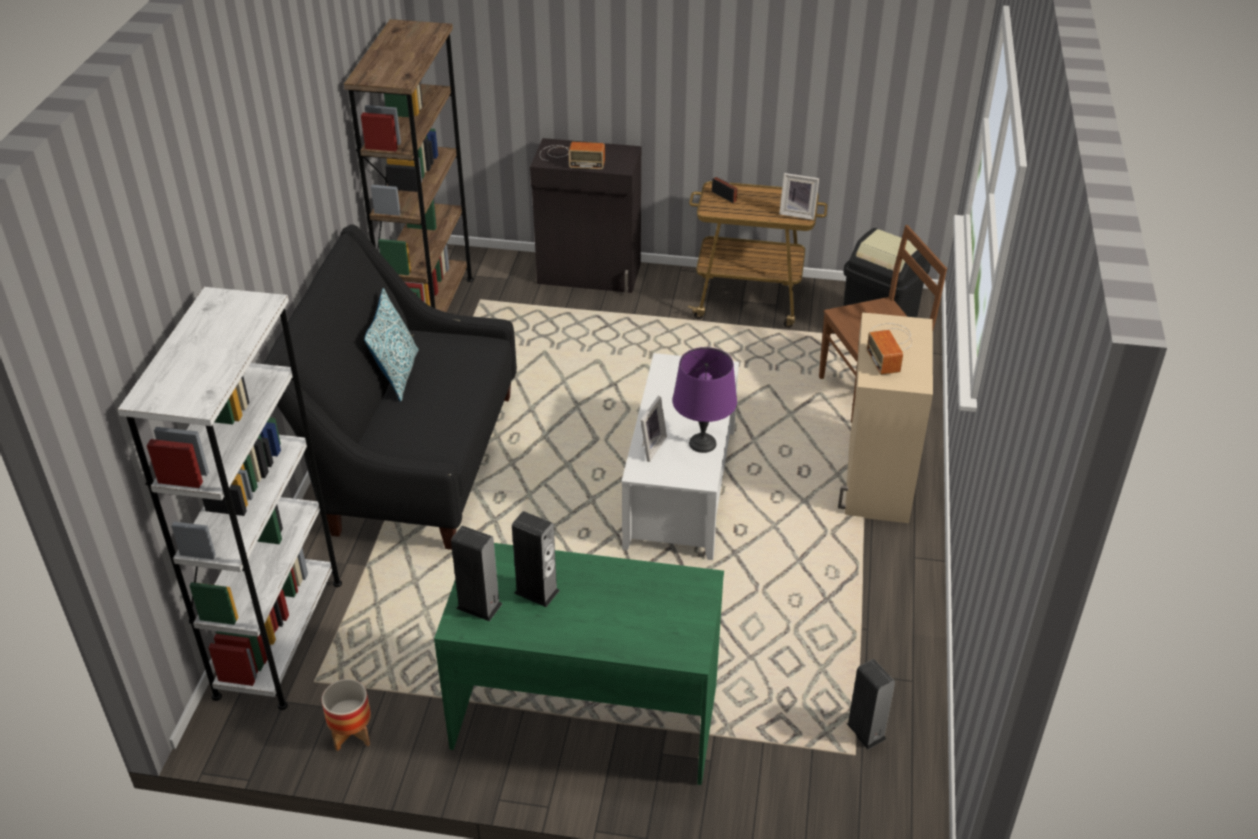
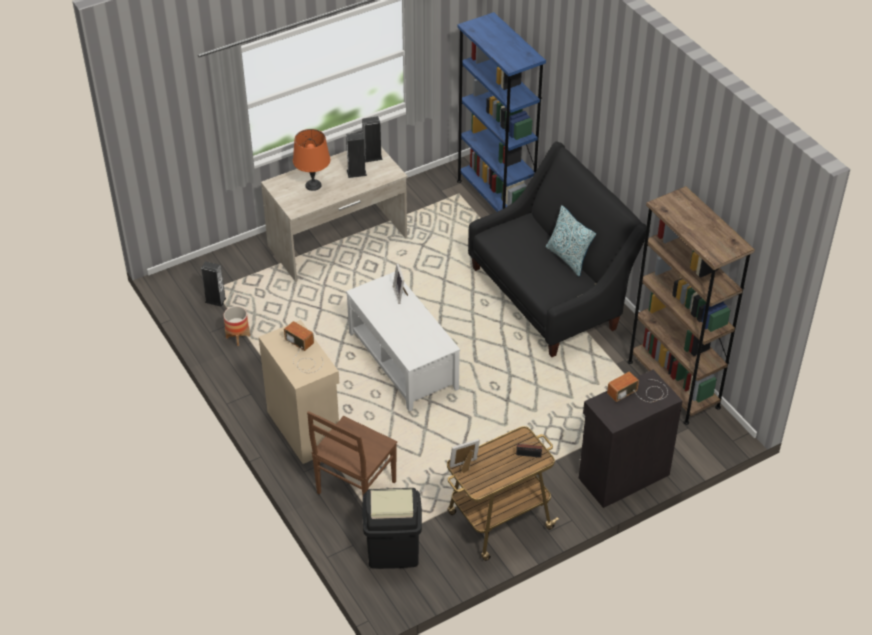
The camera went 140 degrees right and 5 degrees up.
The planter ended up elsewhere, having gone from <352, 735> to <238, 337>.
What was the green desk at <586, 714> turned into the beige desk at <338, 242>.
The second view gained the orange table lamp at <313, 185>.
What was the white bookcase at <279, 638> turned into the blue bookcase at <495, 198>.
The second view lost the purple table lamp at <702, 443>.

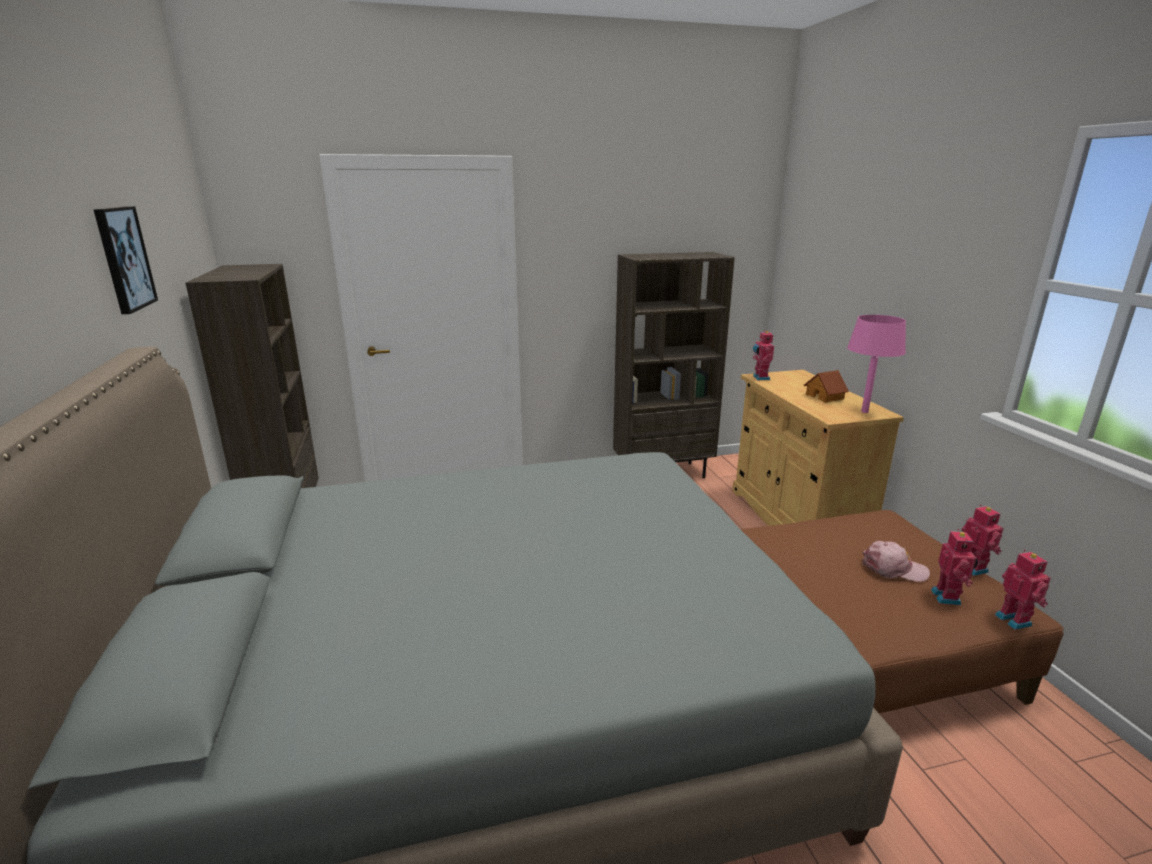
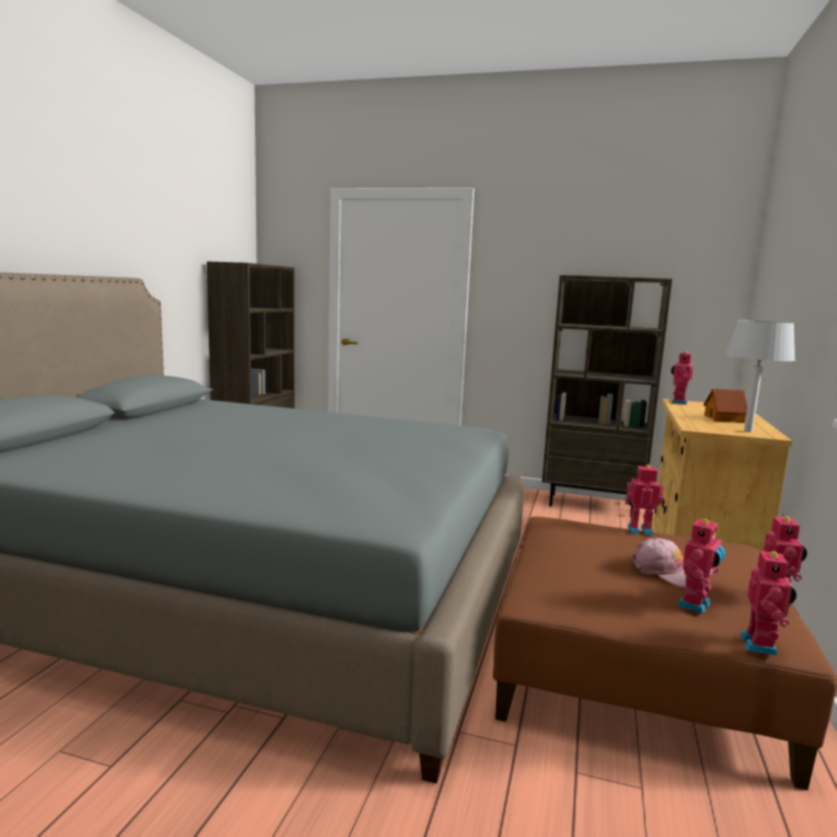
The camera went 30 degrees right and 10 degrees down.
The second view gained the toy robot at <639, 530>.
What was the pink table lamp at <864, 412> turned into the grey table lamp at <748, 431>.
The second view lost the picture at <124, 259>.

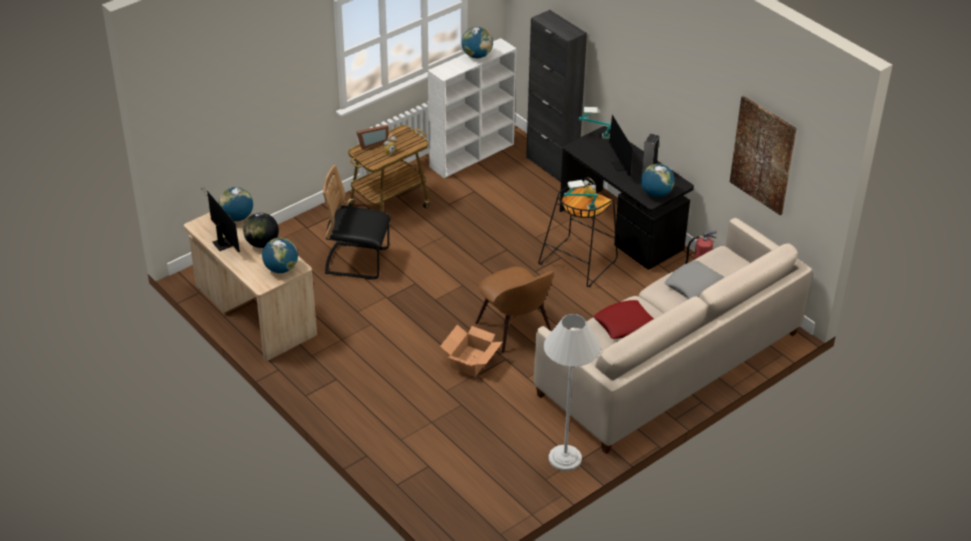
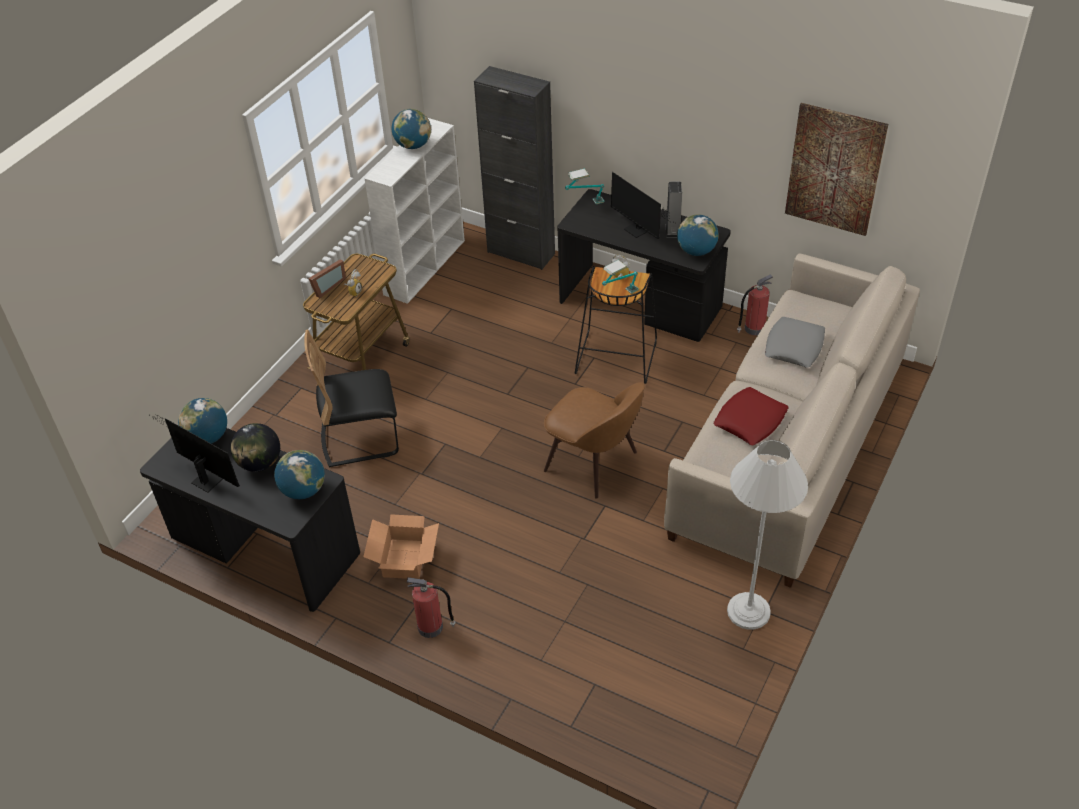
The camera went 20 degrees left and 5 degrees up.
What was the beige desk at <253, 312> turned into the black desk at <264, 549>.
The cardboard box ended up elsewhere, having gone from <470, 361> to <404, 559>.
The second view gained the fire extinguisher at <432, 627>.

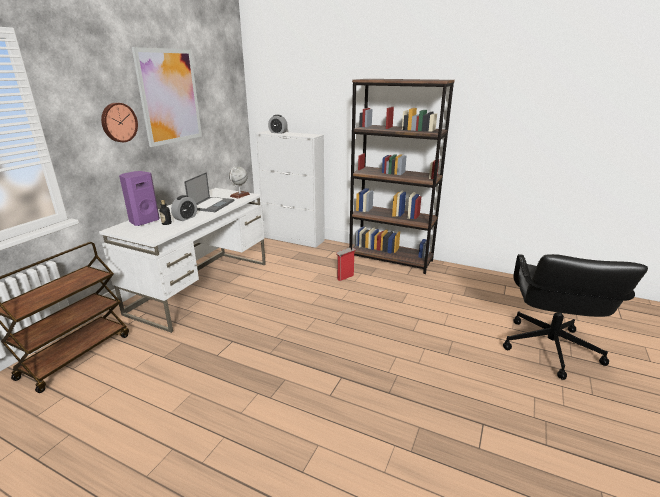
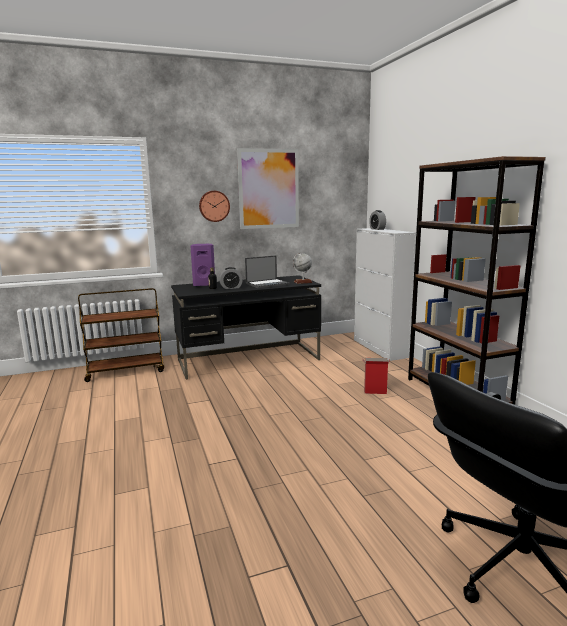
The camera went 45 degrees right and 10 degrees down.
What was the white desk at <202, 287> turned into the black desk at <249, 359>.

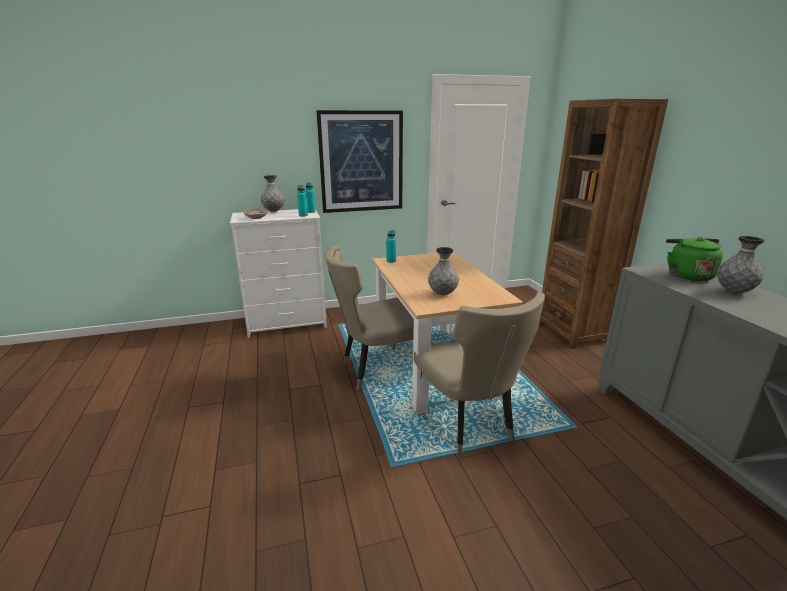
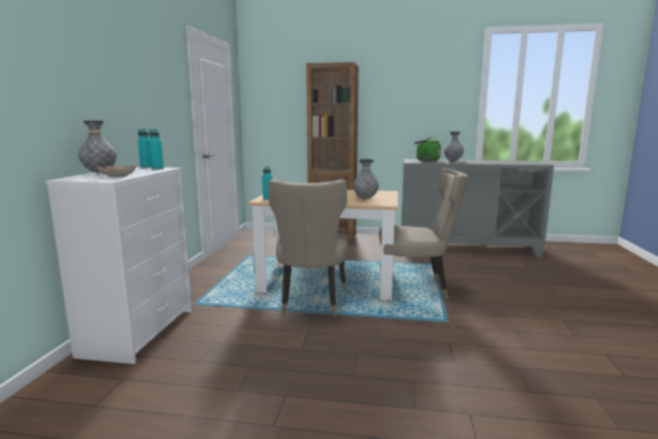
The camera went 65 degrees left and 10 degrees down.
The second view lost the picture at <361, 162>.

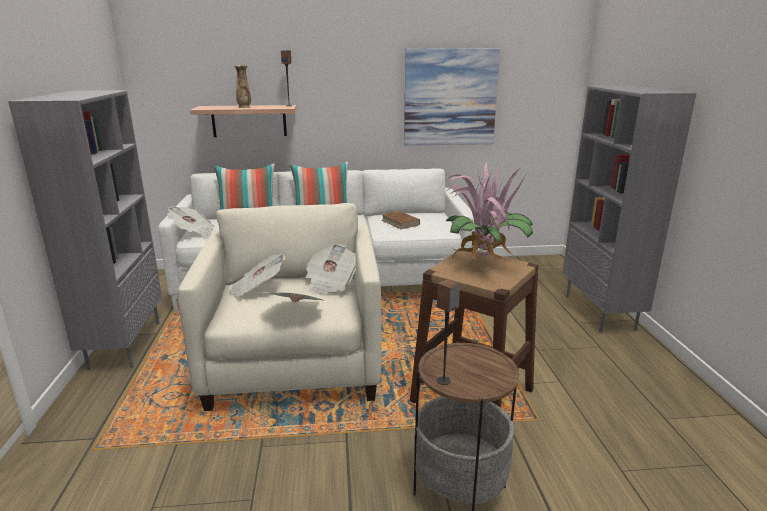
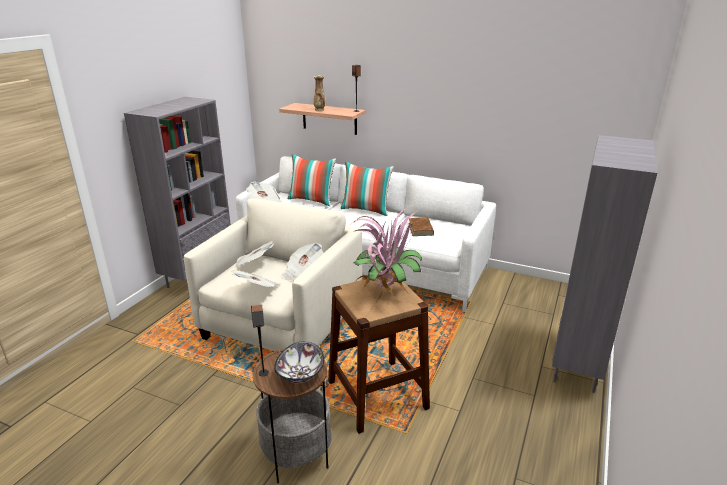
The camera went 30 degrees right and 5 degrees up.
The second view gained the bowl at <301, 374>.
The second view lost the picture at <450, 97>.

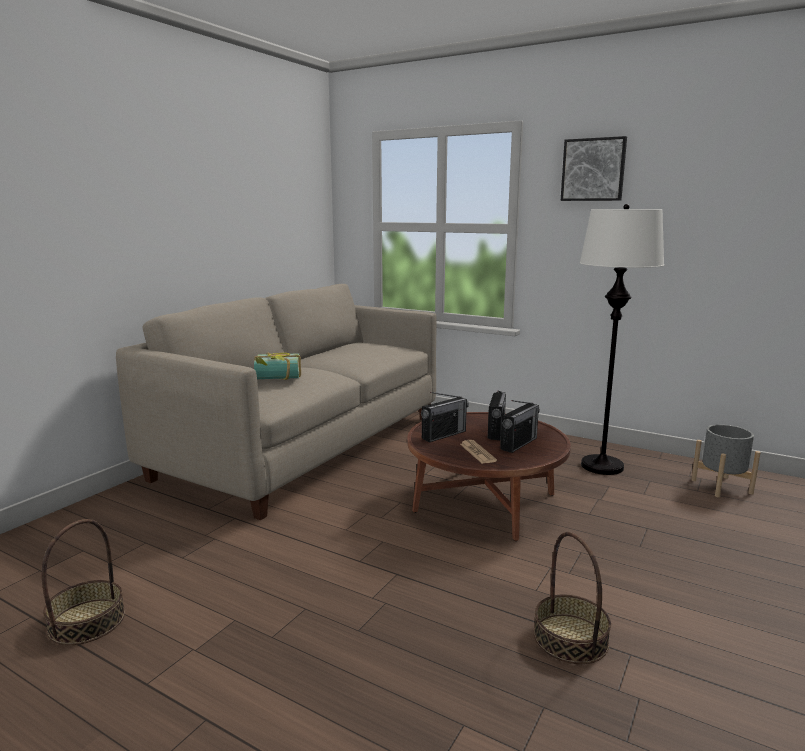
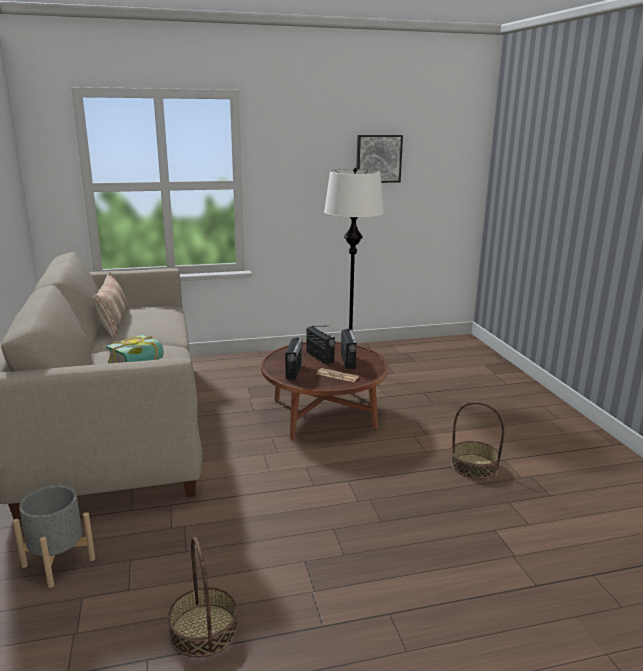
The camera went 45 degrees left and 5 degrees up.
The grey planter ended up elsewhere, having gone from <721, 486> to <58, 562>.
The second view gained the pillow at <113, 321>.
The picture ended up elsewhere, having gone from <593, 170> to <378, 158>.

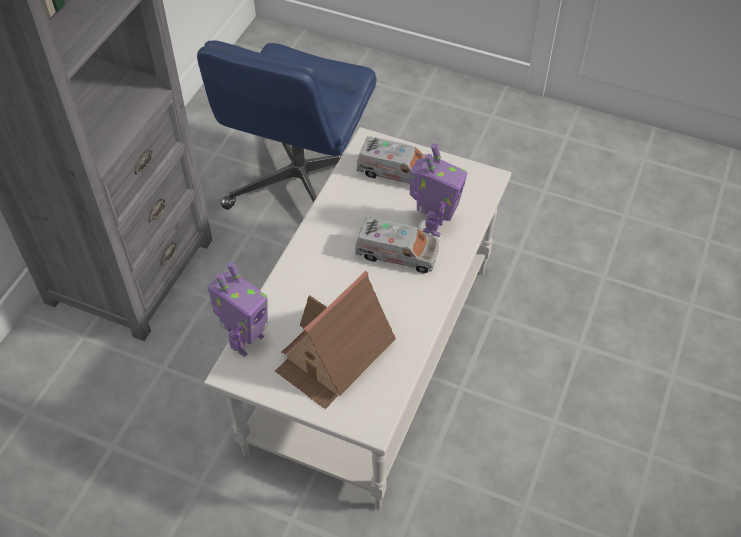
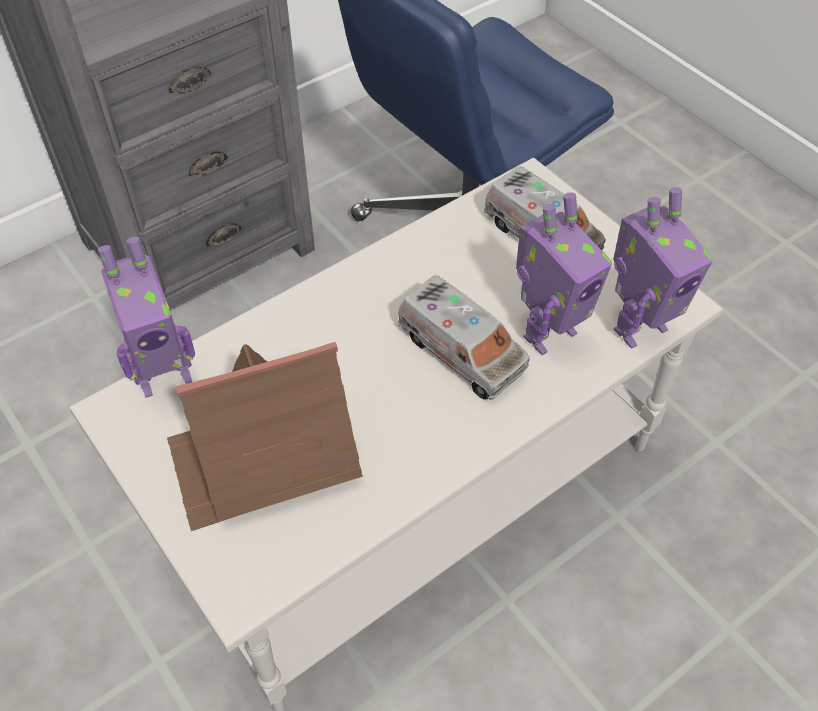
The camera went 30 degrees right and 0 degrees up.
The second view gained the toy robot at <638, 327>.

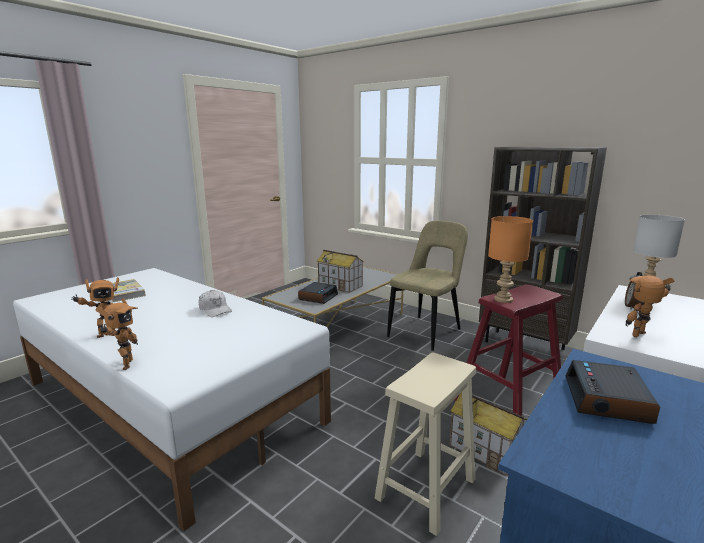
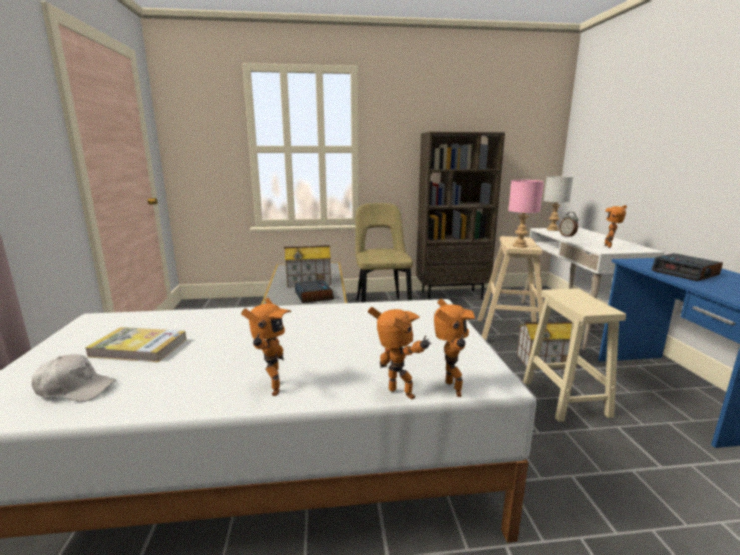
The camera went 45 degrees left and 0 degrees up.
The white cap ended up elsewhere, having gone from <215, 309> to <75, 388>.
The second view gained the toy robot at <449, 390>.
What was the red stool at <508, 406> turned into the beige stool at <509, 332>.
What was the orange table lamp at <503, 300> turned into the pink table lamp at <520, 246>.

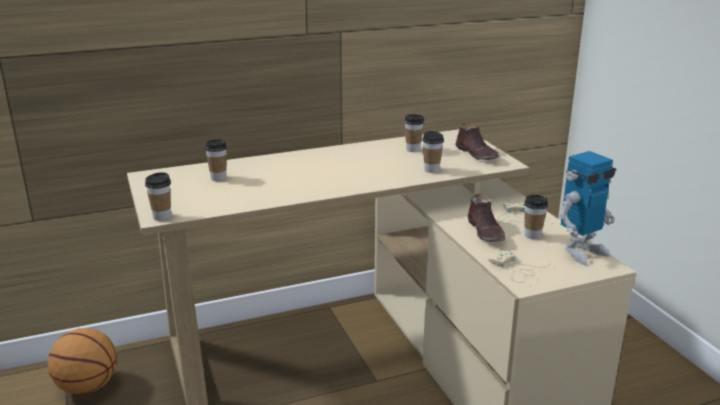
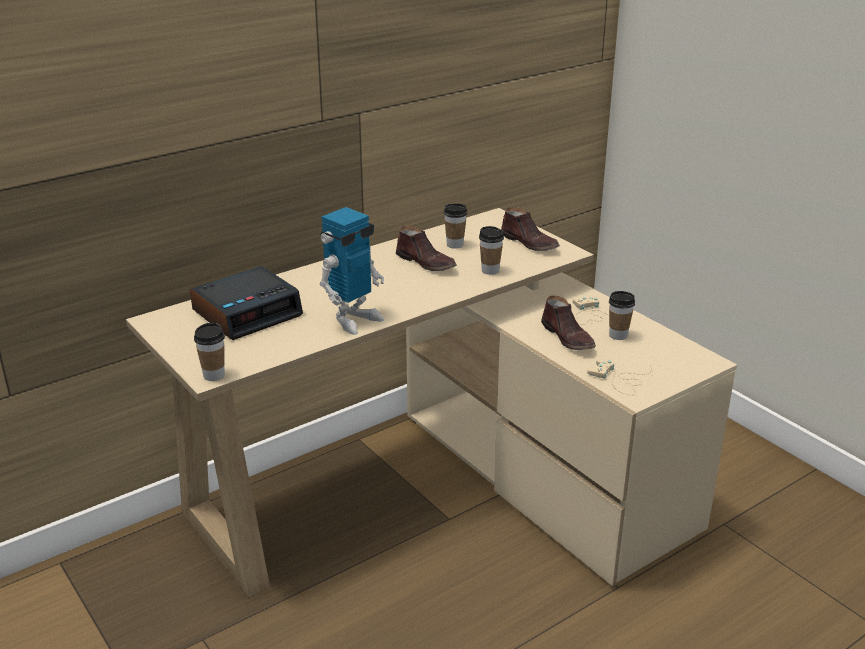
The camera went 15 degrees left and 5 degrees up.
Where the cup stood at <218, 178>, the alarm clock came to stand at <247, 312>.
The toy robot ended up elsewhere, having gone from <581, 252> to <353, 319>.
The second view gained the brown shoe at <426, 263>.
The second view lost the basketball at <88, 386>.

